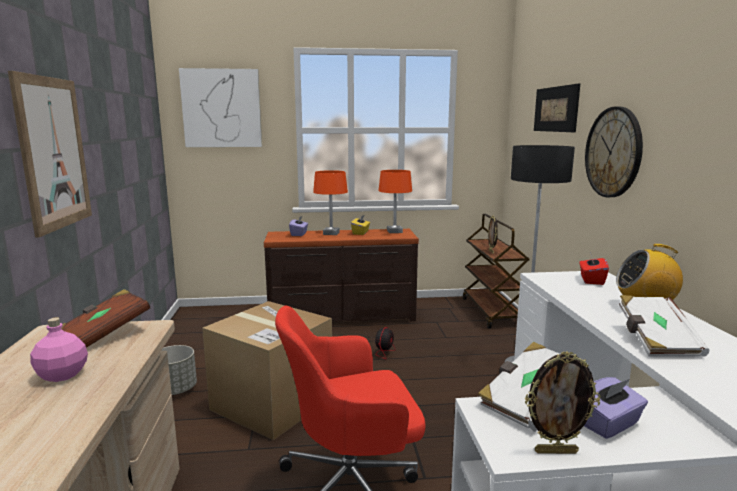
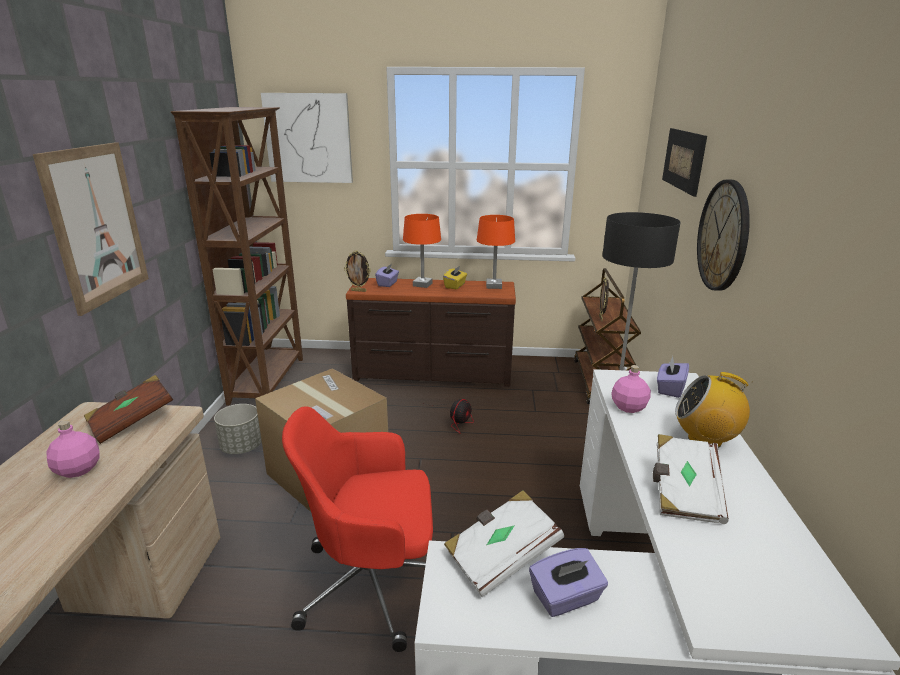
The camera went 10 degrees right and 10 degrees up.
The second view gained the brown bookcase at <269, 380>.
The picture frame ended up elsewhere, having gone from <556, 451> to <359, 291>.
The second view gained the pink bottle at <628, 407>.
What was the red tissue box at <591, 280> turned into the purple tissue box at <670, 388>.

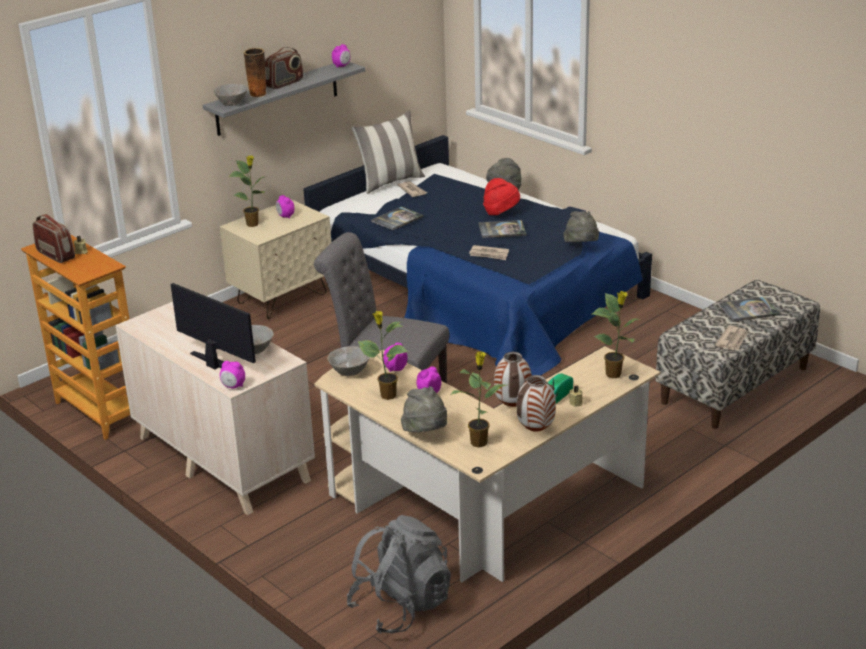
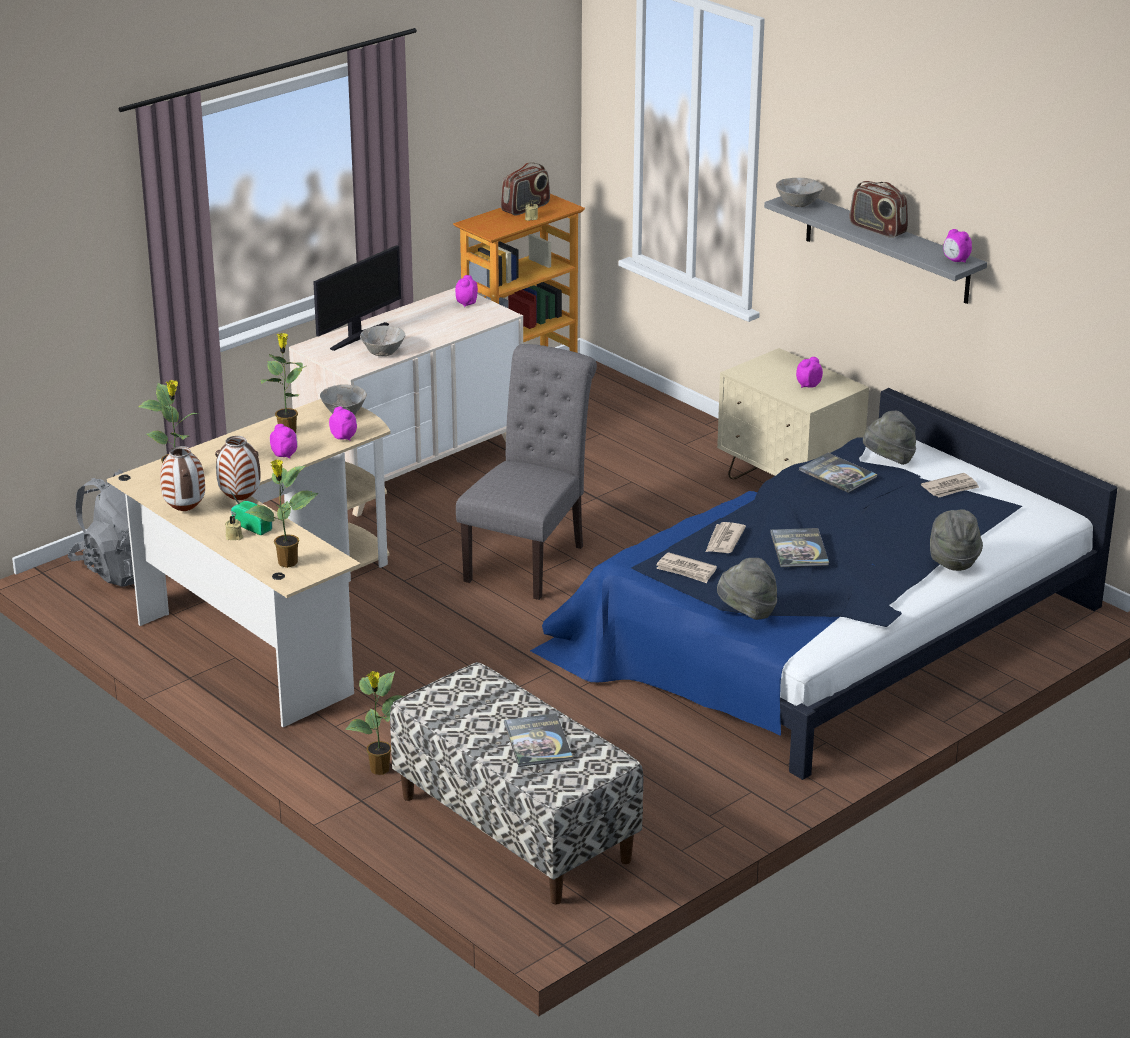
The camera went 90 degrees right and 0 degrees up.
The potted plant ended up elsewhere, having gone from <253, 224> to <379, 770>.
The alarm clock ended up elsewhere, having gone from <233, 386> to <466, 304>.
The newspaper ended up elsewhere, having gone from <732, 340> to <686, 570>.
The grey hat ended up elsewhere, having gone from <426, 433> to <888, 461>.
The second view lost the vase at <258, 94>.
The second view lost the pillow at <390, 182>.
The second view lost the red hat at <501, 212>.

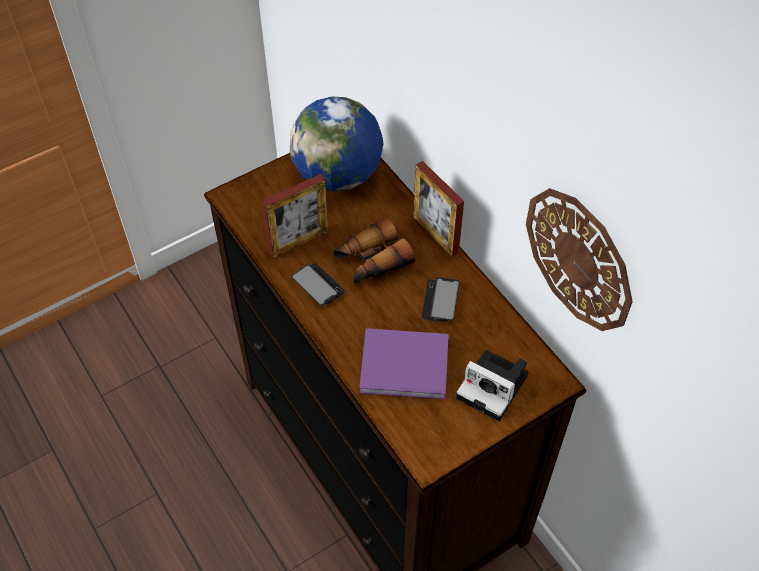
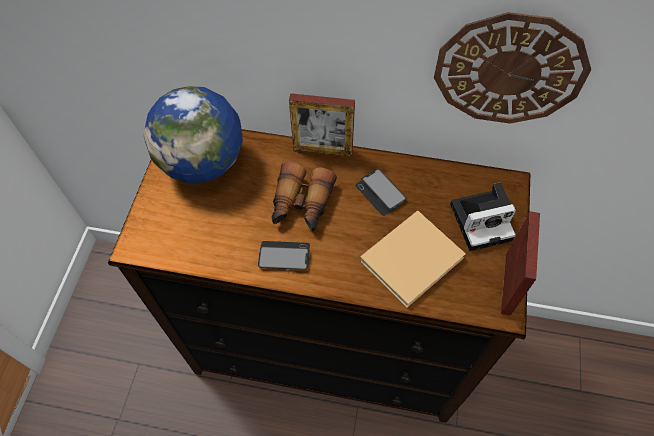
The camera went 45 degrees left and 5 degrees up.
What was the purple book at <407, 366> turned into the beige book at <413, 257>.
The picture frame ended up elsewhere, having gone from <299, 242> to <508, 283>.

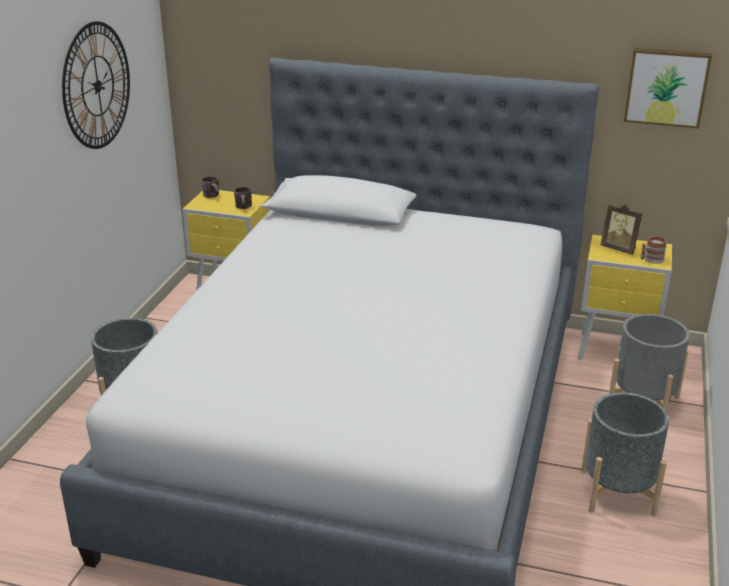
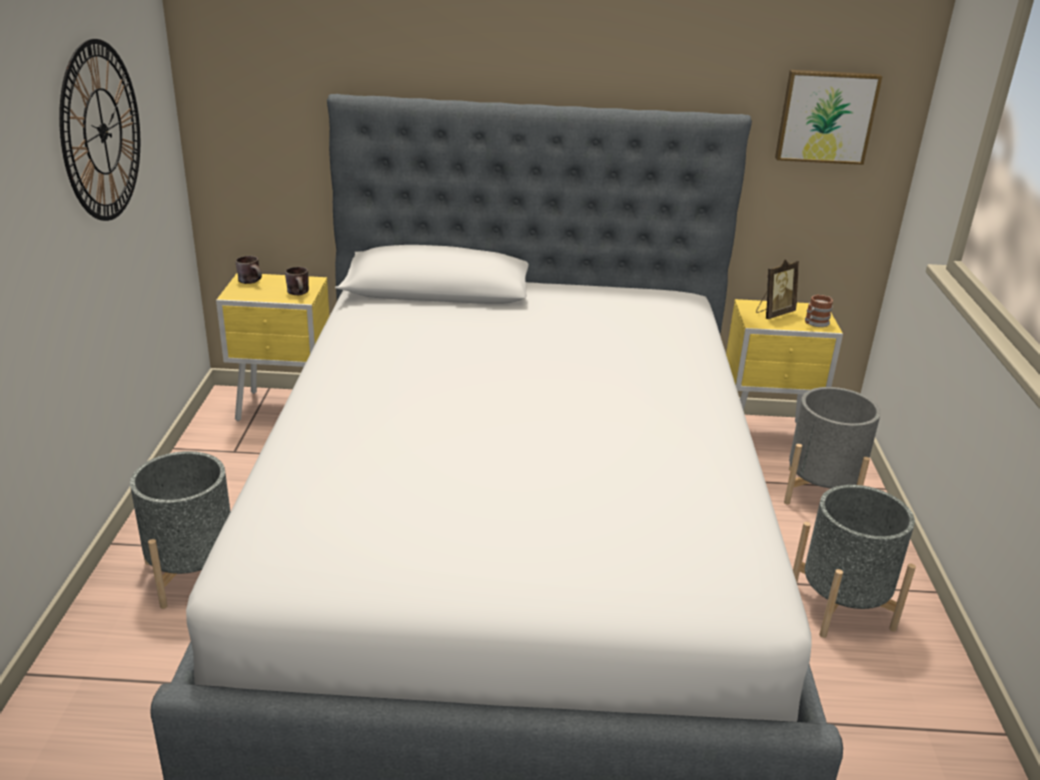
The camera went 15 degrees left and 0 degrees up.
The picture frame at <619, 249> ended up facing another way, 60 degrees counterclockwise from before.

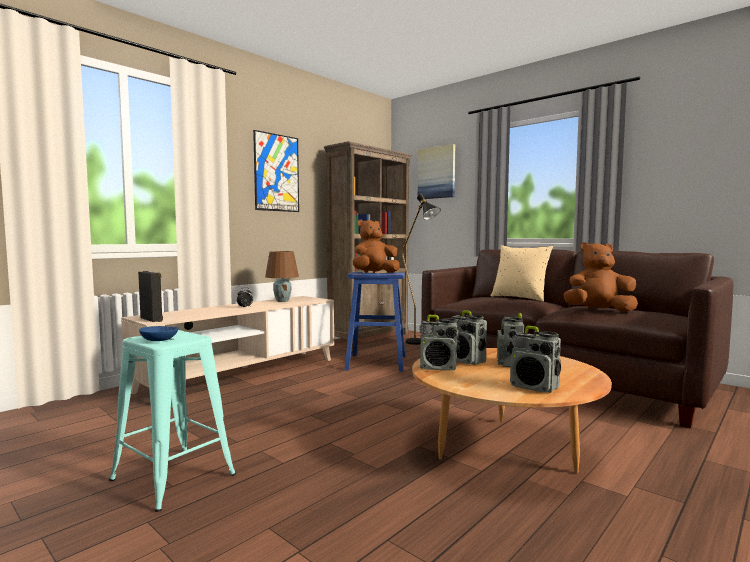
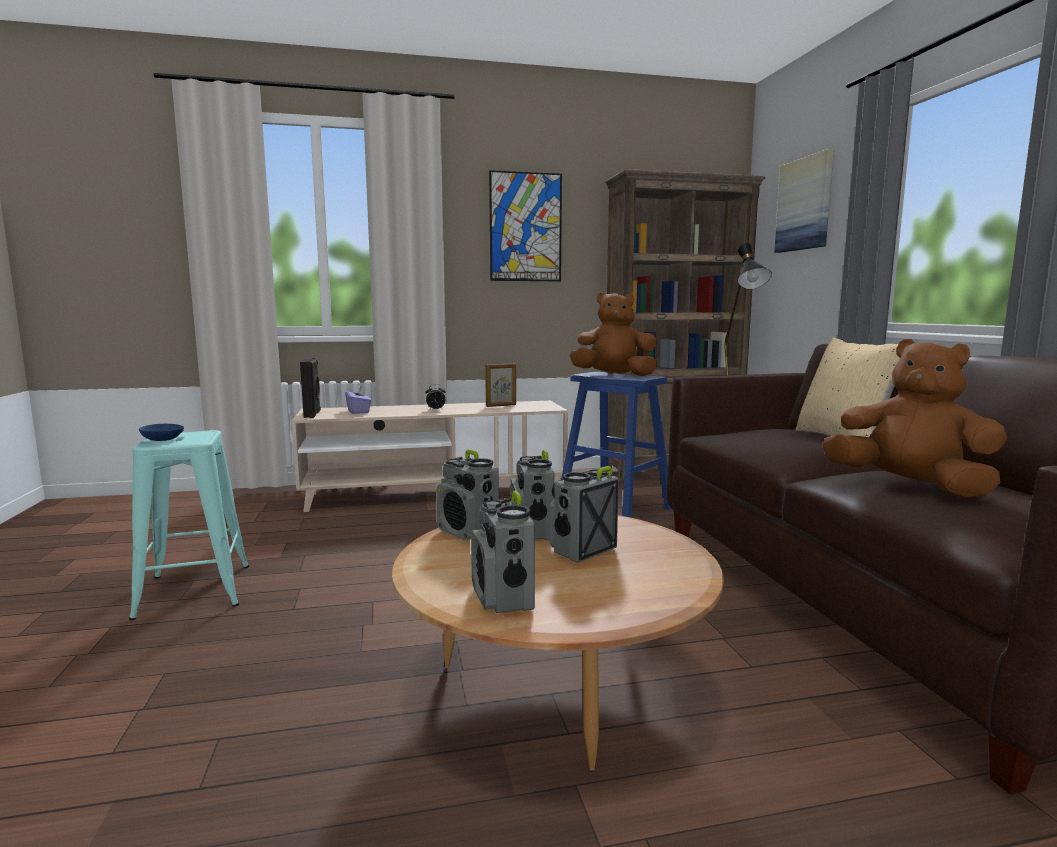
The camera went 35 degrees right and 5 degrees up.
The second view gained the purple tissue box at <359, 411>.
Where the brown table lamp stood at <282, 301>, the picture frame came to stand at <501, 405>.

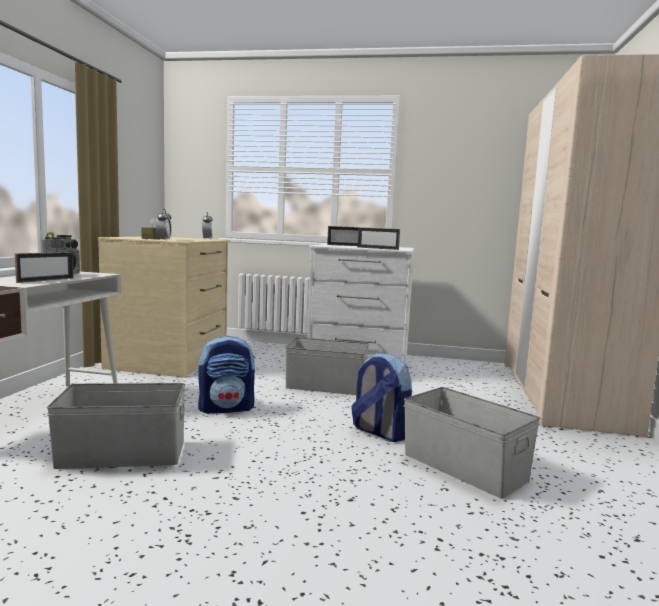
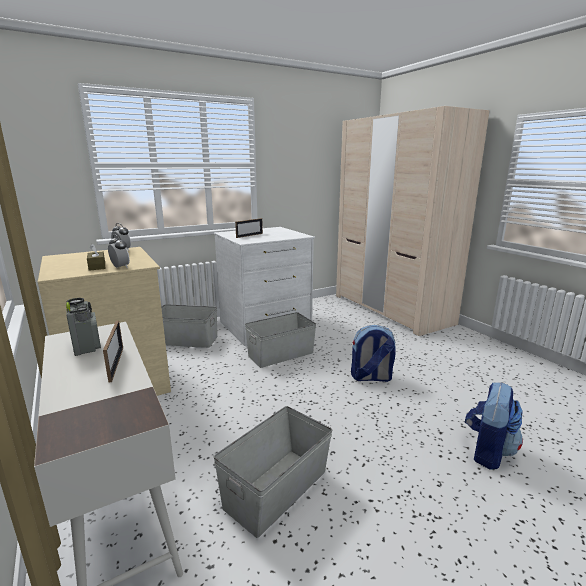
The camera went 40 degrees left and 10 degrees up.
The grey storage box ended up elsewhere, having gone from <464, 466> to <186, 340>.
The backpack ended up elsewhere, having gone from <227, 408> to <487, 451>.
The second view lost the picture frame at <377, 248>.

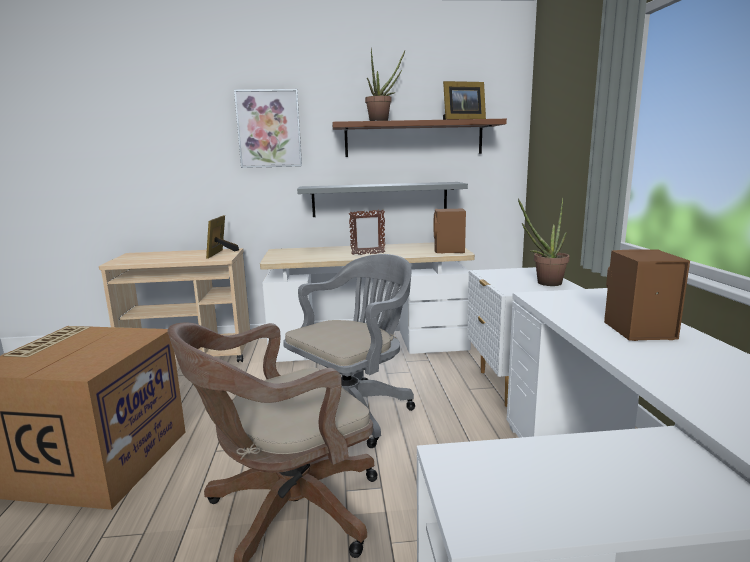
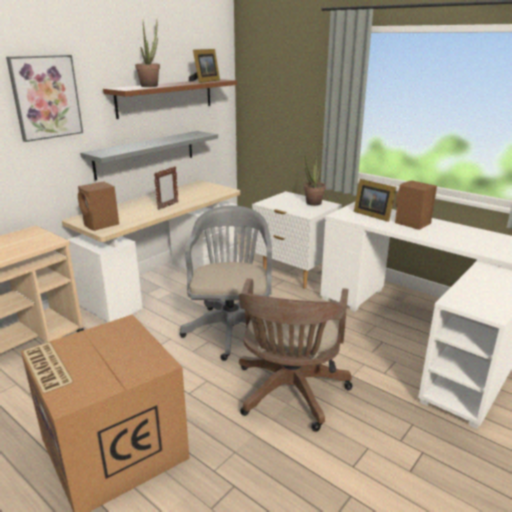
The camera went 45 degrees left and 10 degrees up.
The brown speaker ended up elsewhere, having gone from <449, 251> to <101, 225>.
The picture frame ended up elsewhere, having gone from <221, 253> to <372, 215>.

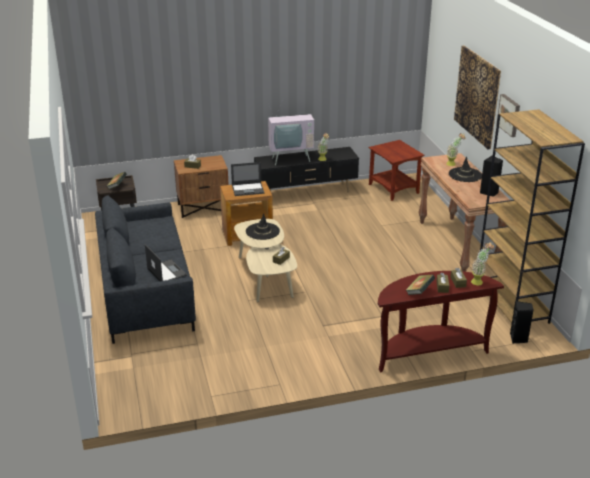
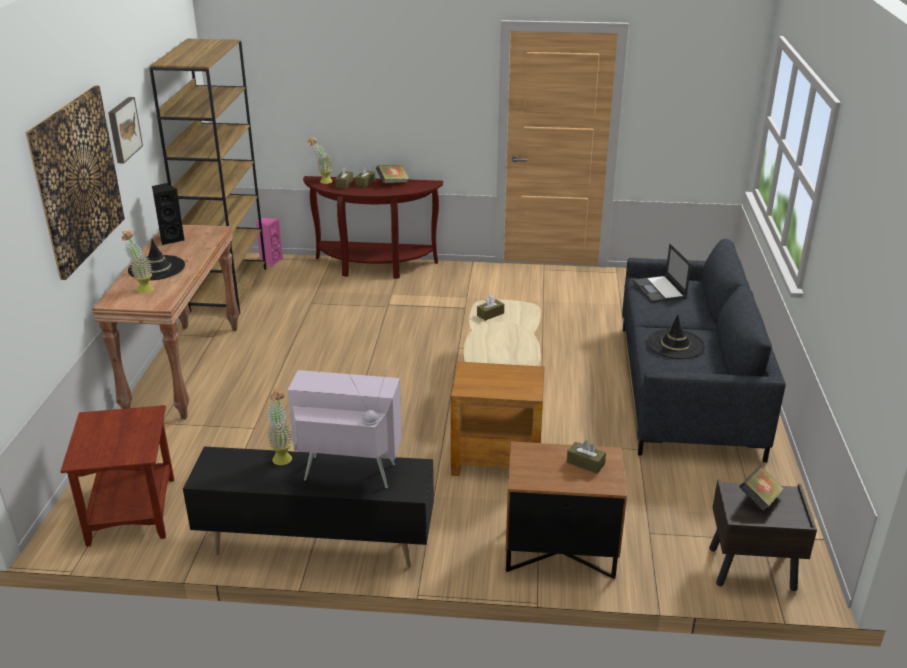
The camera went 160 degrees left and 0 degrees up.
What was the black speaker at <518, 339> turned into the pink speaker at <271, 261>.
The black hat ended up elsewhere, having gone from <262, 231> to <675, 344>.
The second view lost the laptop at <248, 189>.

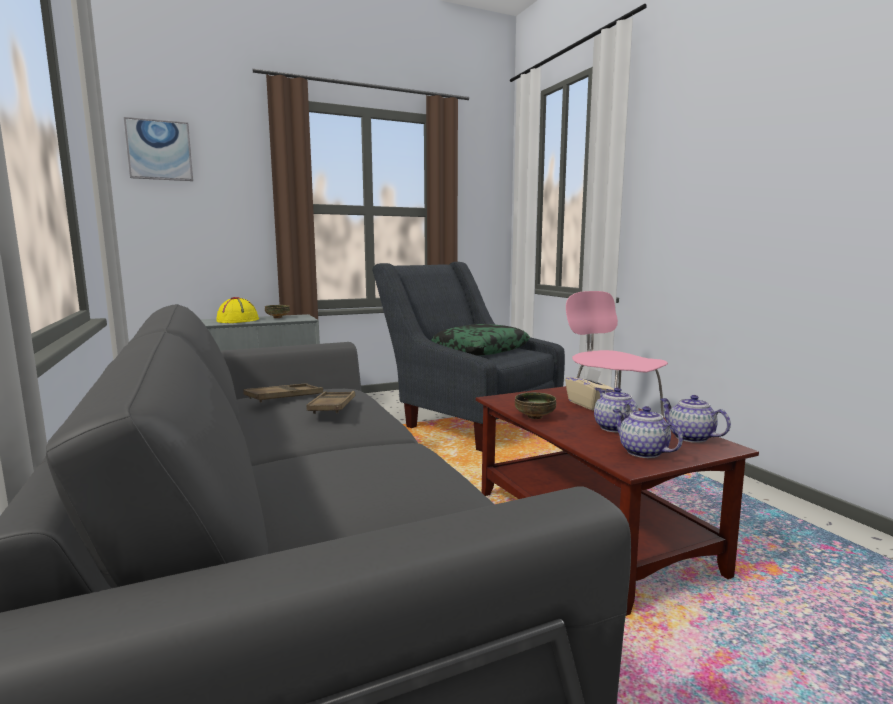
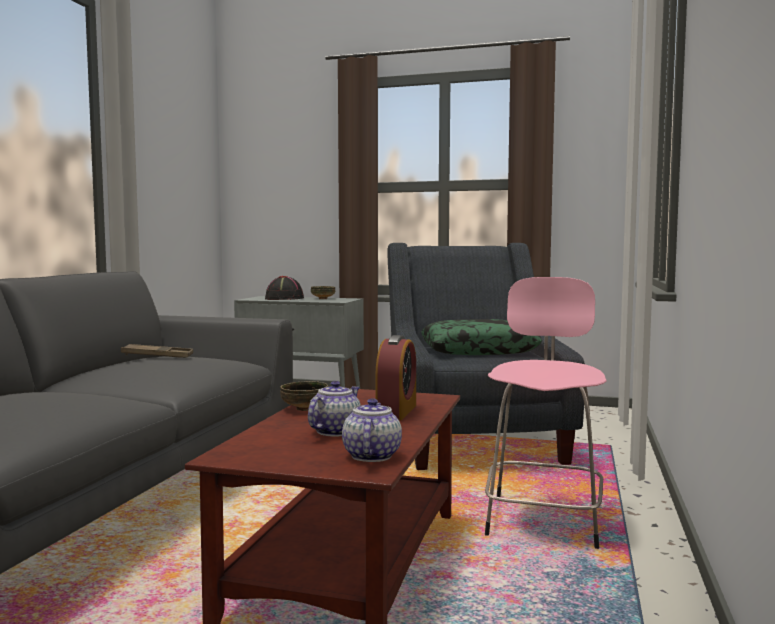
The camera went 40 degrees right and 5 degrees down.
What was the yellow hat at <238, 320> turned into the black hat at <284, 298>.
Where the beige tissue box stood at <589, 404>, the alarm clock came to stand at <396, 411>.
The second view lost the picture at <159, 150>.
The second view lost the brown tray at <332, 407>.
The second view lost the teapot at <642, 452>.

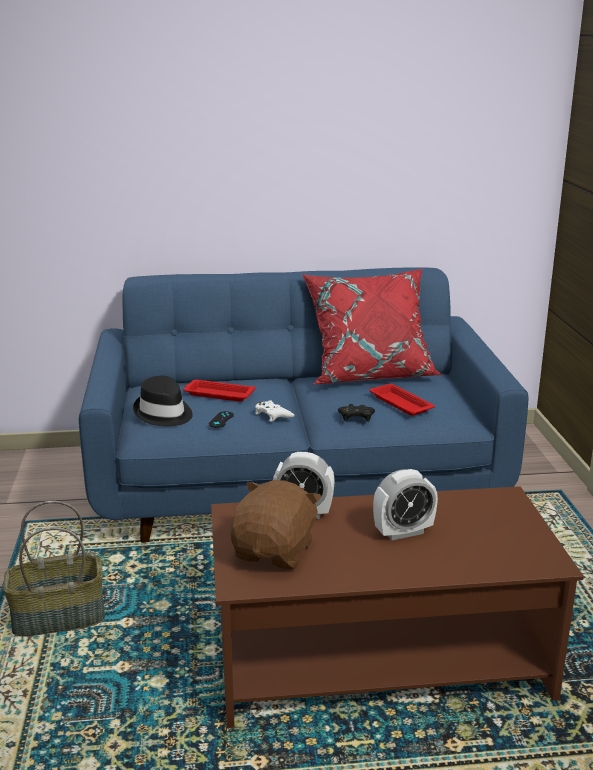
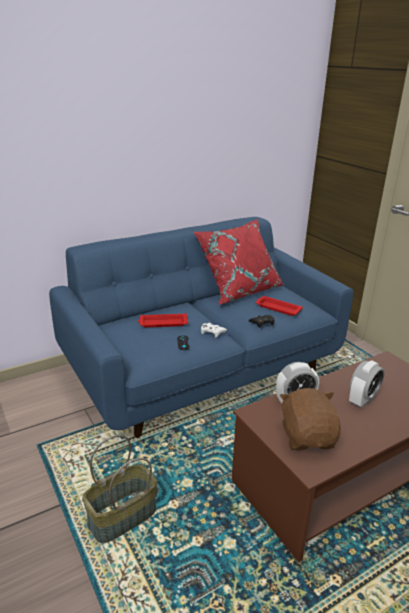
The camera went 25 degrees left and 5 degrees up.
The second view lost the black hat at <163, 413>.

